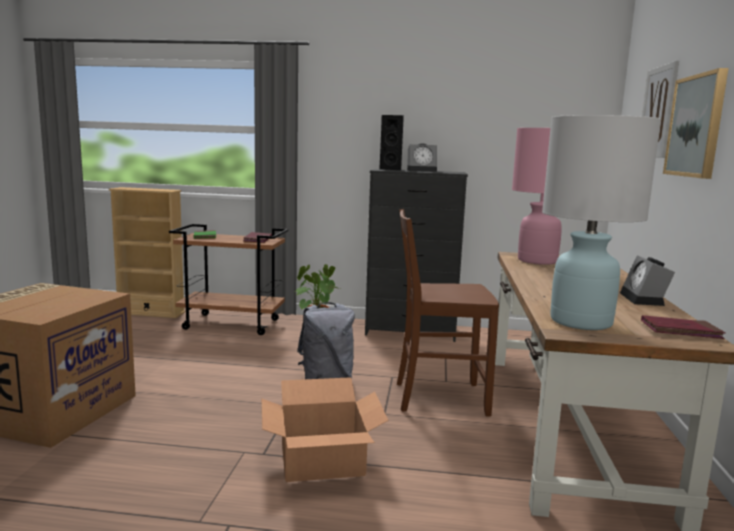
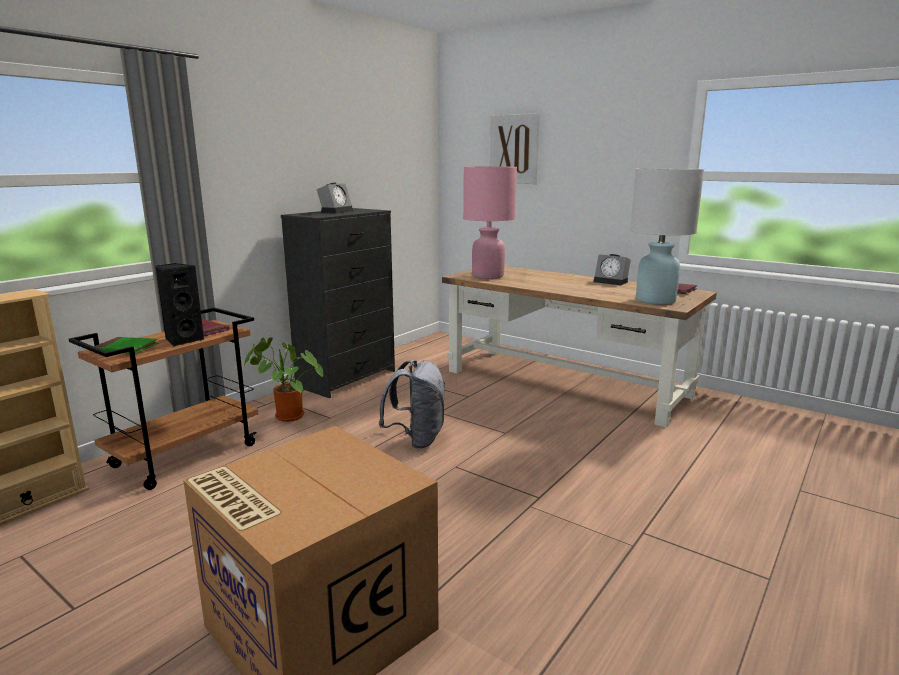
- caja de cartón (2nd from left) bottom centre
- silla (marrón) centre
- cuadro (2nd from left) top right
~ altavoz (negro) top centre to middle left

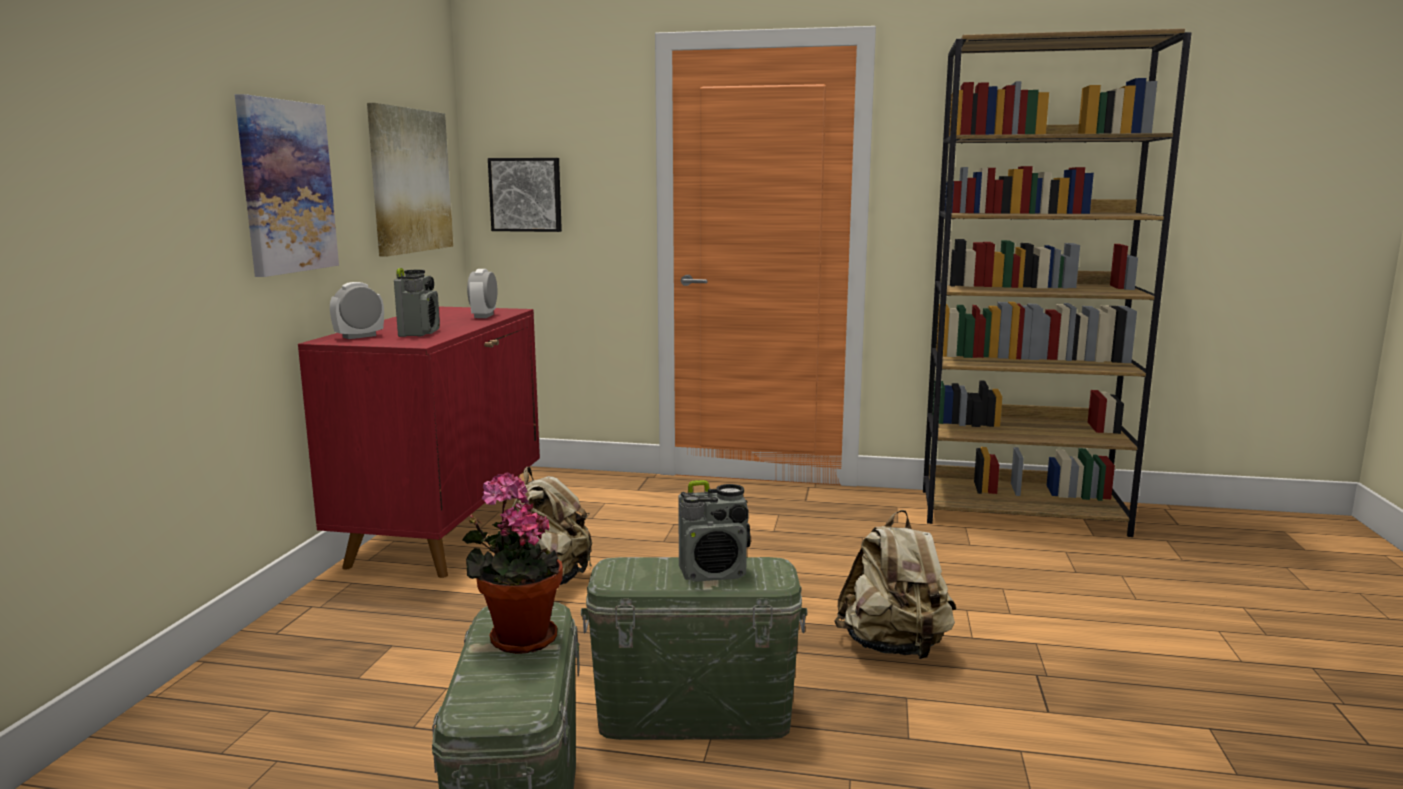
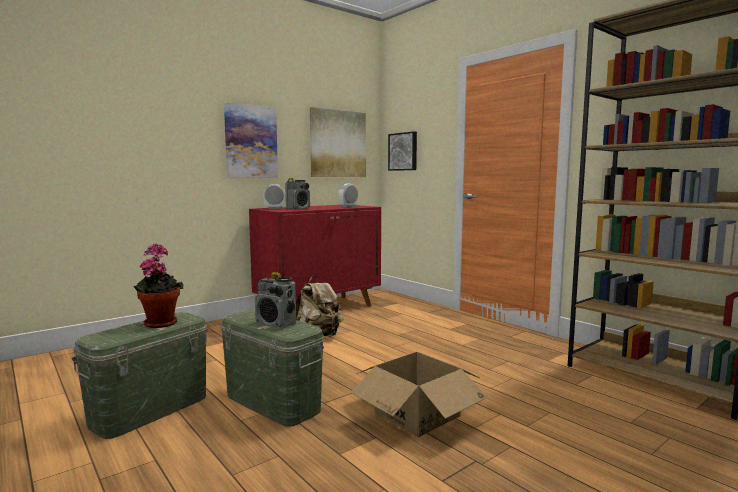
~ mochila (beis) (2nd from left) bottom centre to caja de cartón bottom centre

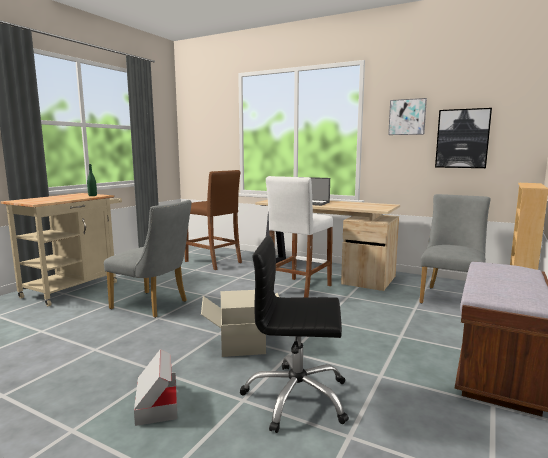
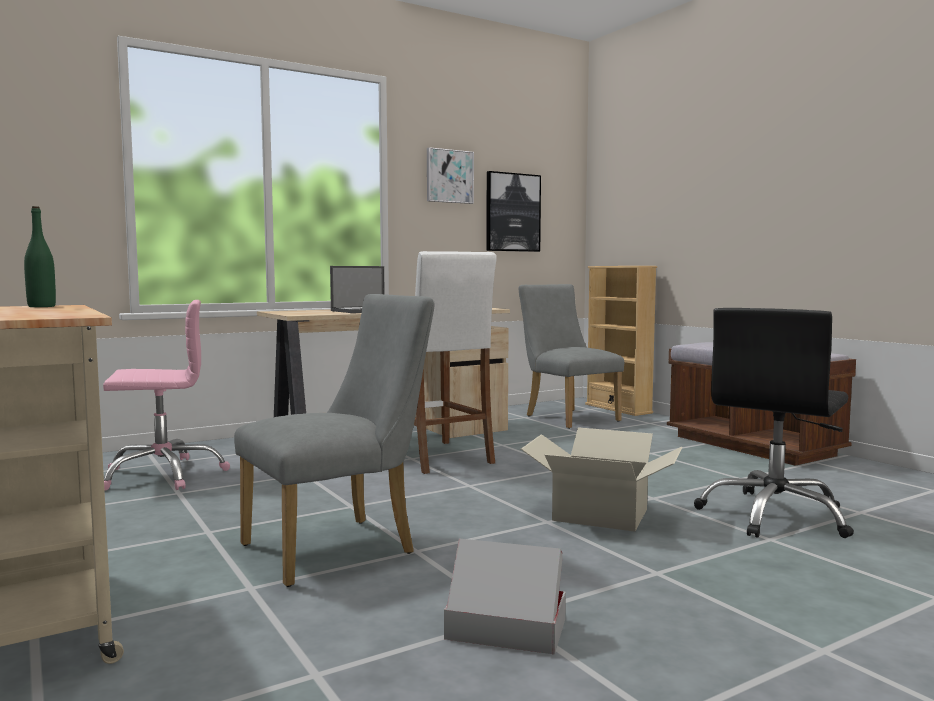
~ caja de cartón (1st from left) bottom left to bottom centre
~ taburete (marrón) centre to silla de oficina (rosa) middle left

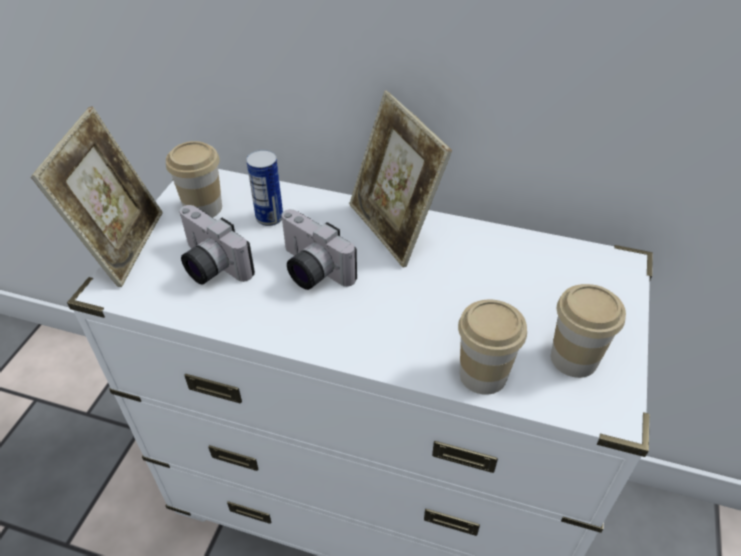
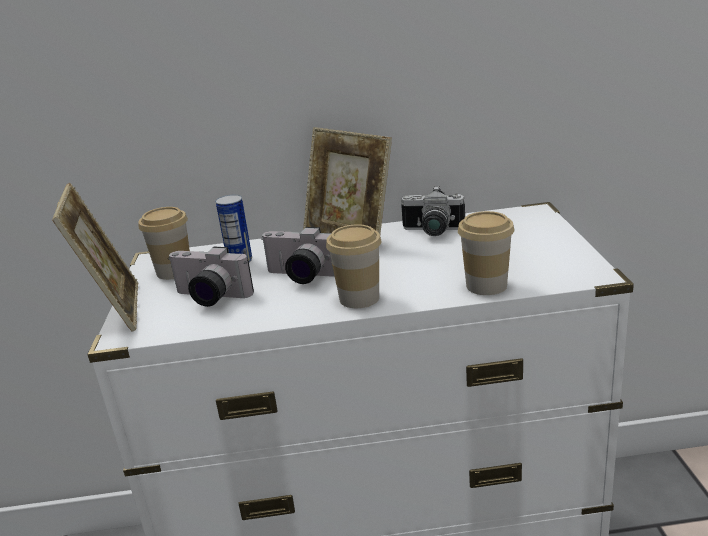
+ cámara (3rd from left) centre
~ taza (3rd from left in the first image) middle right to taza (2nd from left) centre

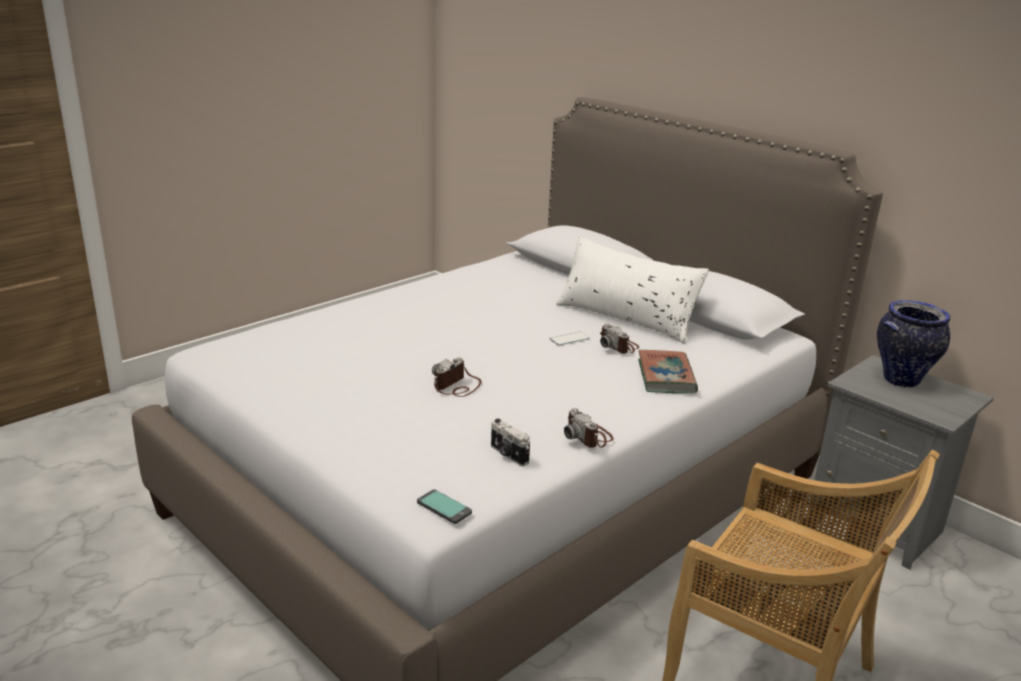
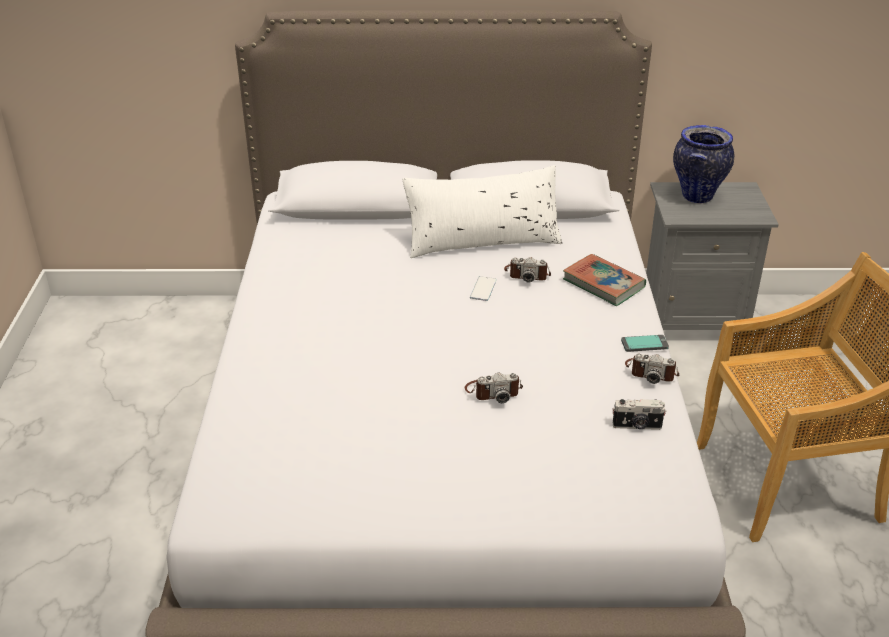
~ móvil (1st from left in the first image) bottom centre to móvil (2nd from left) middle right
~ cámara (1st from left) centre = centre 90 degrees counterclockwise

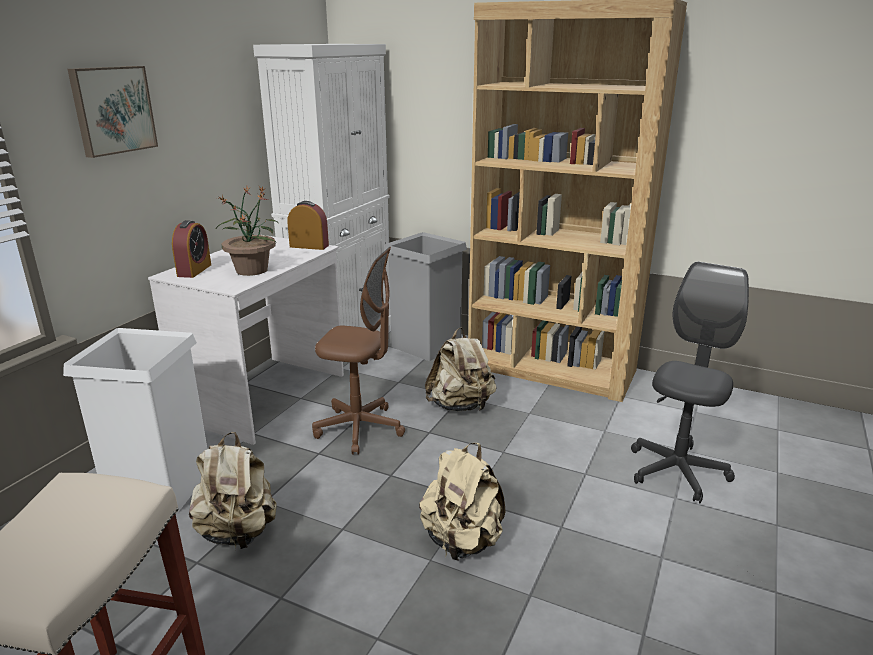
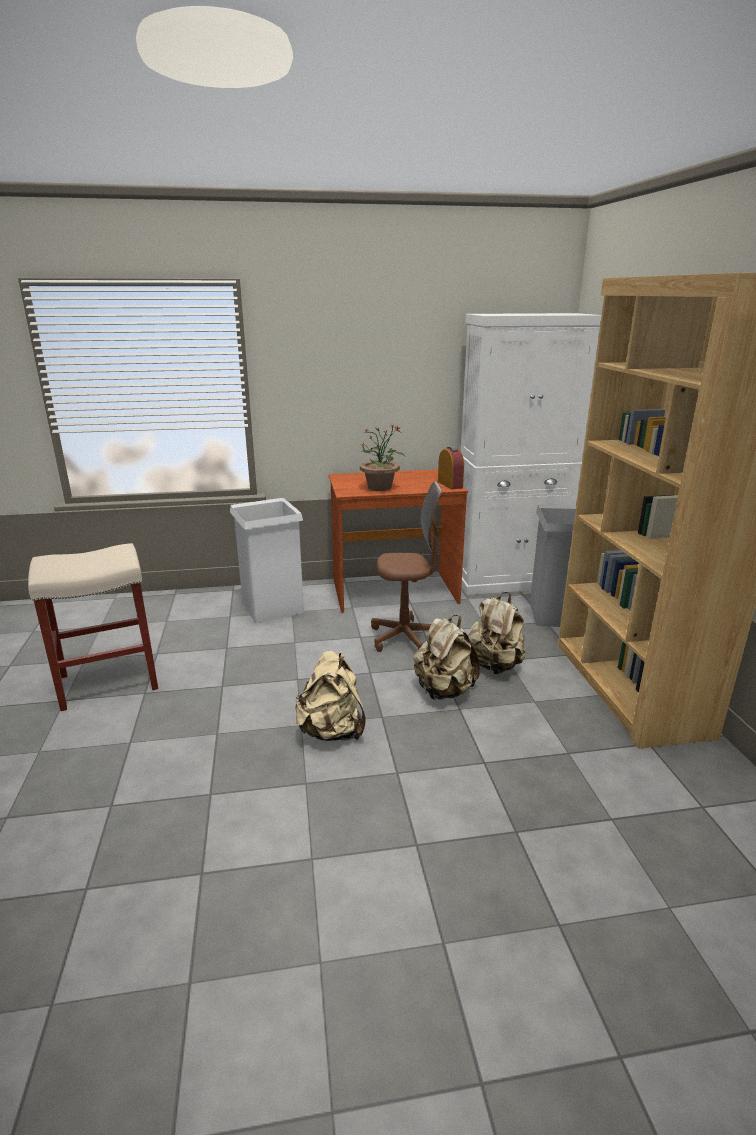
- cuadro top left
- despertador (1st from left) middle left
- silla de oficina (gris) middle right
~ mochila (beis) (1st from left in the first image) bottom left to mochila (beis) (2nd from left) centre
~ escritorio (blanco) middle left to escritorio (marrón) centre
~ silla de oficina (marrón) centre = centre 75 degrees counterclockwise

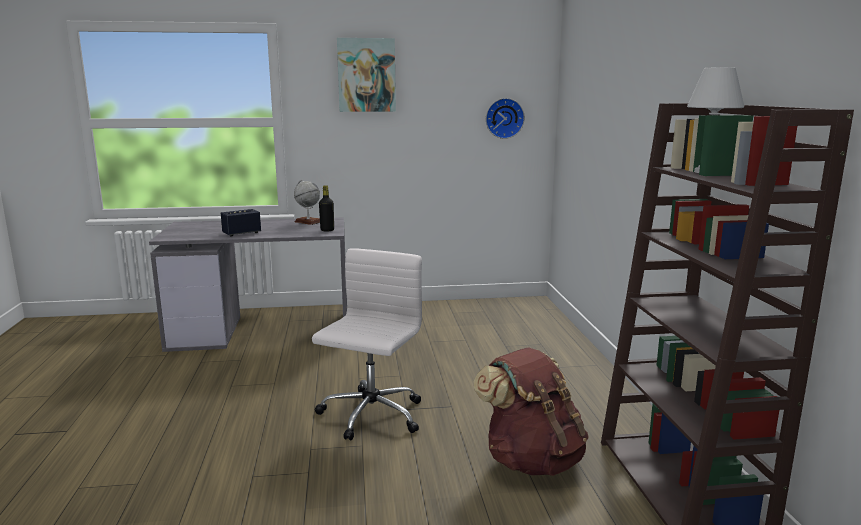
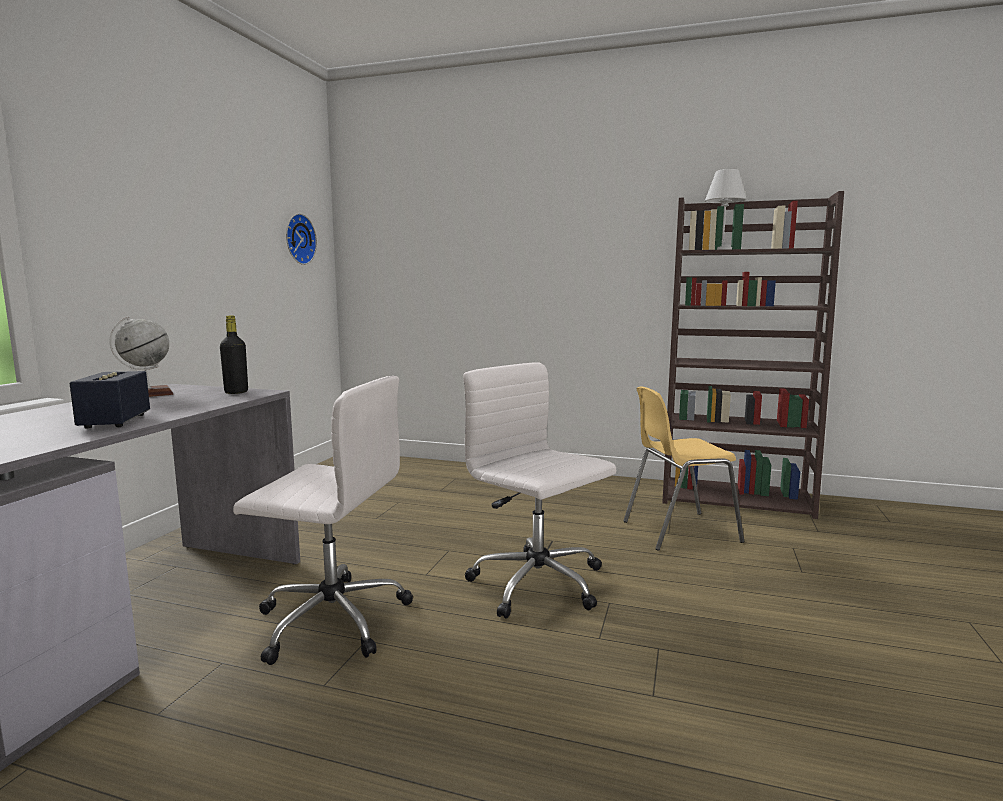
- cuadro top centre
+ silla de oficina (blanco) (1st from left) middle left
~ mochila (marrón) bottom centre to silla (amarillo) middle right

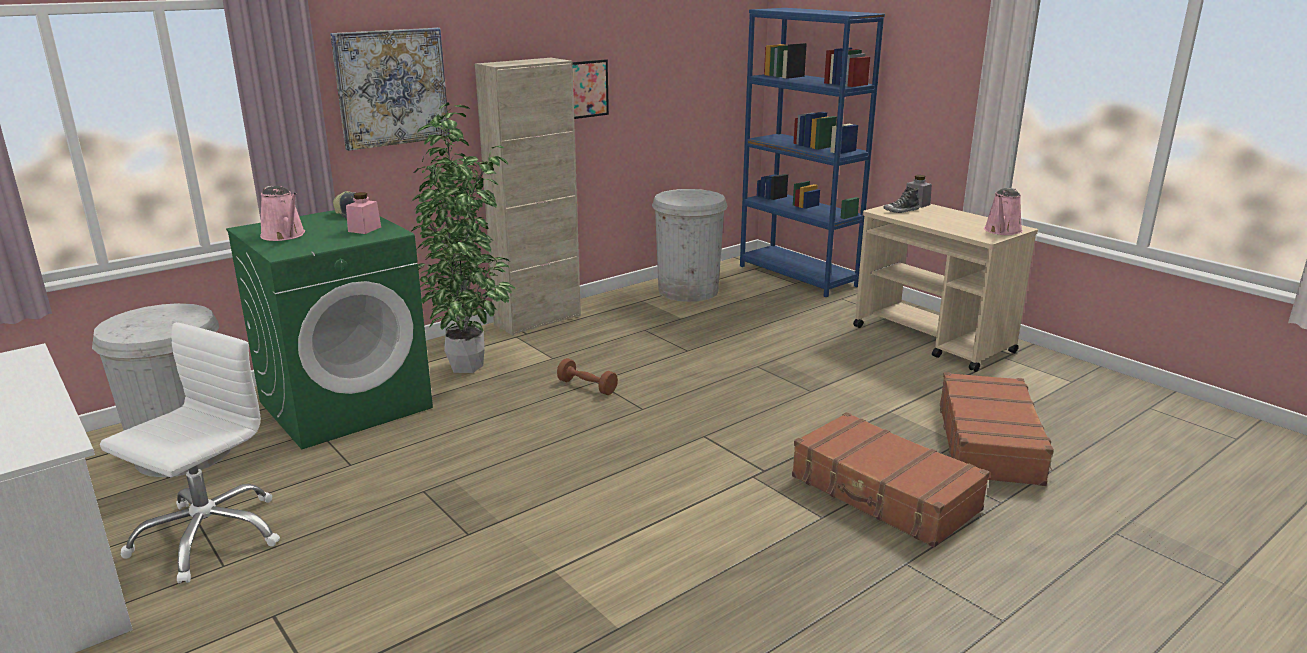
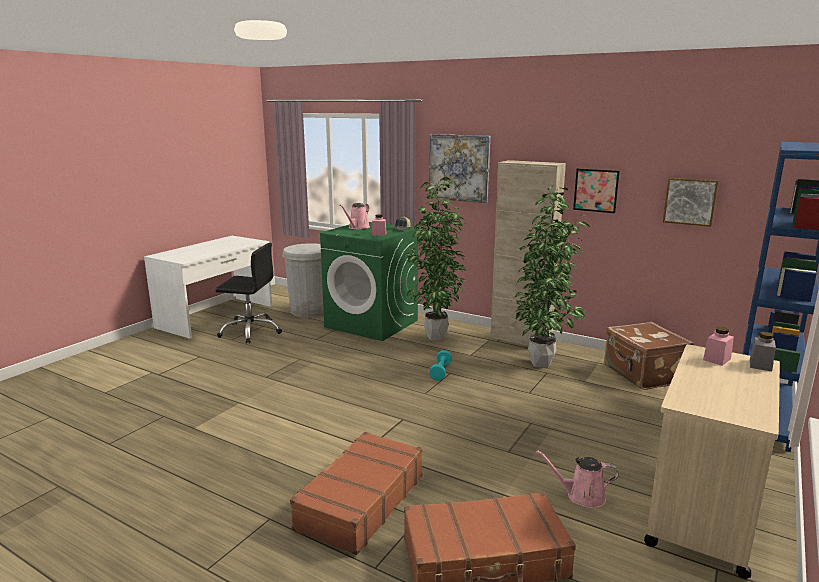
+ planta en maceta (2nd from left) middle right
+ cuadro (3rd from left) middle right
~ regadera (rosa) (2nd from left) top right to bottom right
~ papelera (blanco) (2nd from left) centre to maleta (marrón) (3rd from left) middle right
~ zapato top right to tarro (rosa) (2nd from left) middle right
~ silla de oficina (blanco) bottom left to silla de oficina (negro) middle left
~ mancuerna (marrón) centre to mancuerna (turquesa) centre

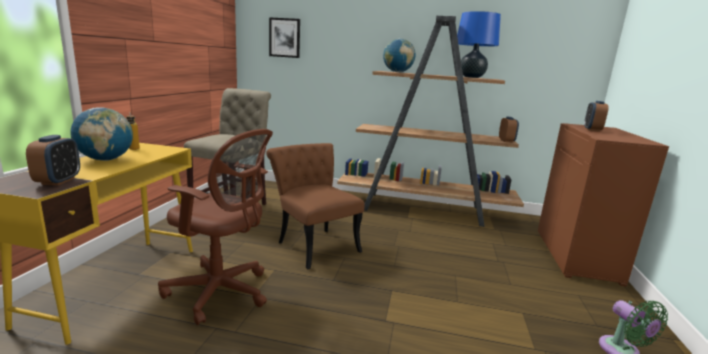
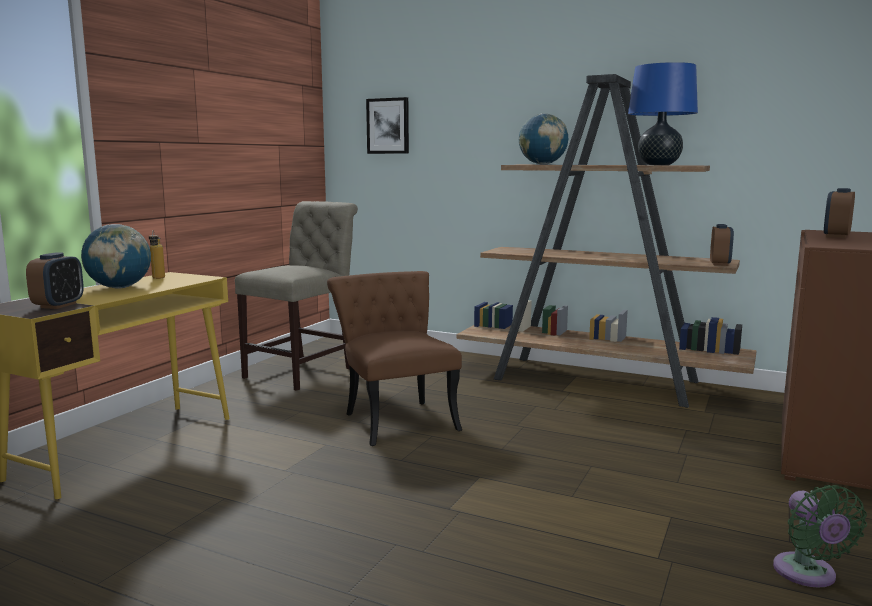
- silla de oficina (marrón) middle left

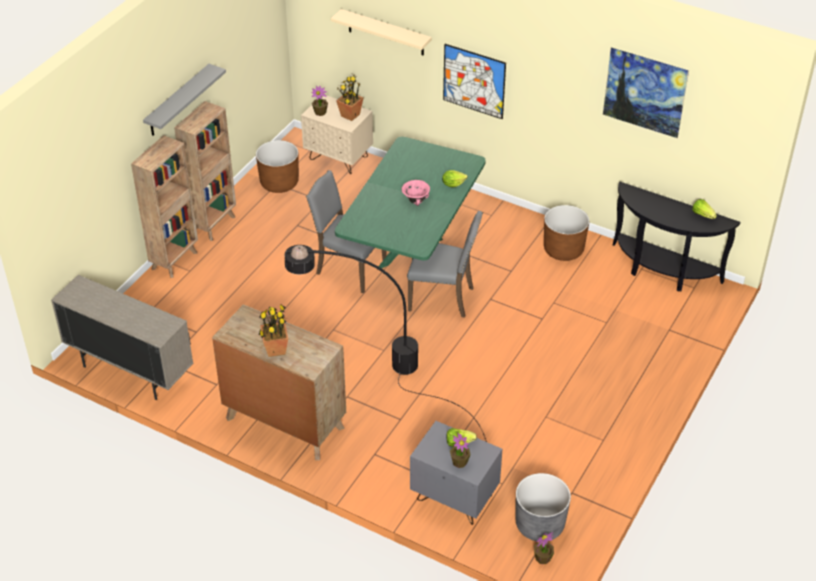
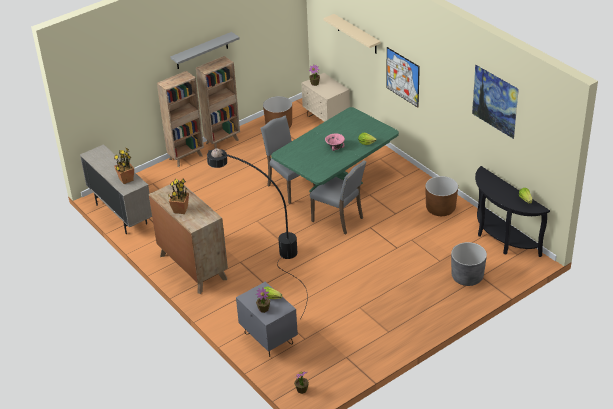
~ planta en maceta (3rd from left in the first image) top centre to planta en maceta (1st from left) middle left
~ maceta (gris) bottom centre to middle right

